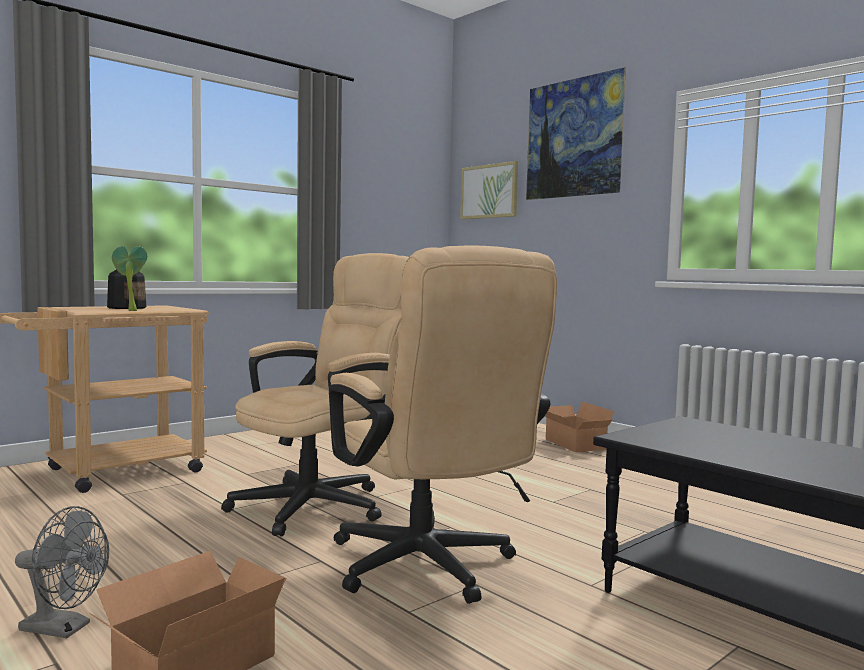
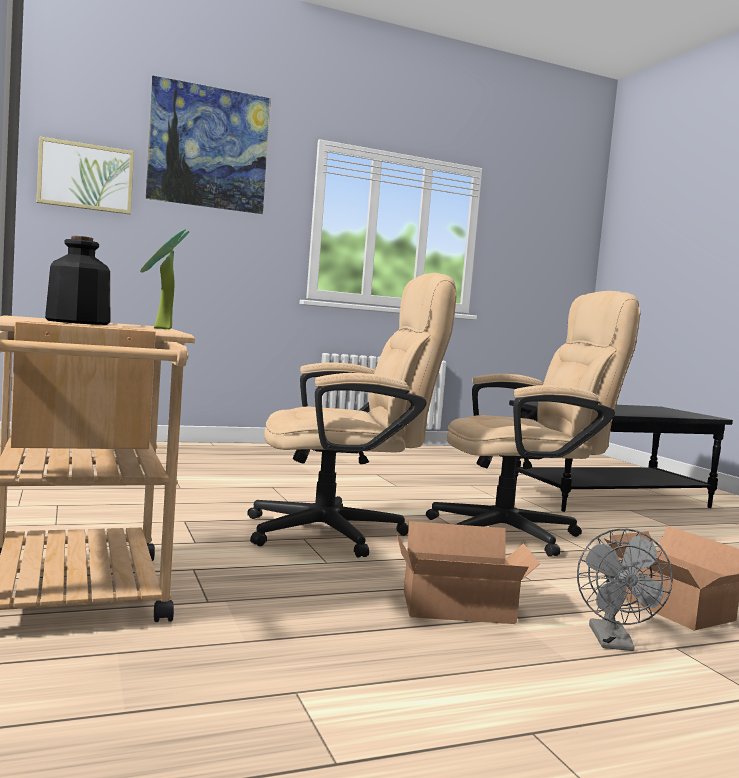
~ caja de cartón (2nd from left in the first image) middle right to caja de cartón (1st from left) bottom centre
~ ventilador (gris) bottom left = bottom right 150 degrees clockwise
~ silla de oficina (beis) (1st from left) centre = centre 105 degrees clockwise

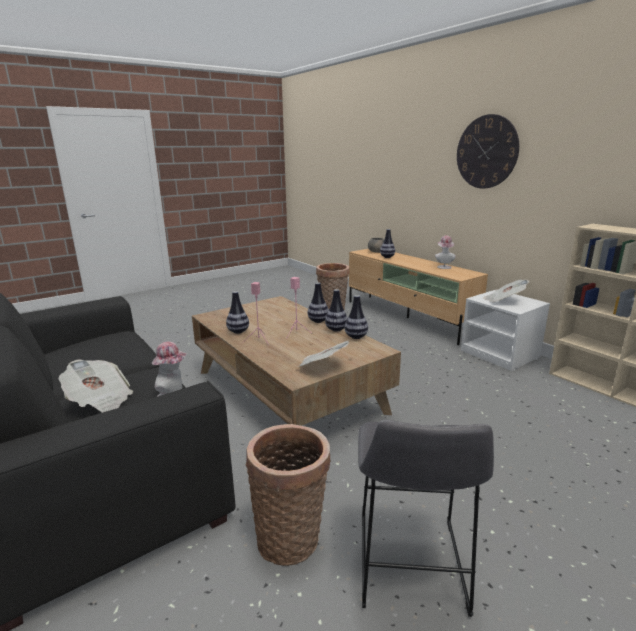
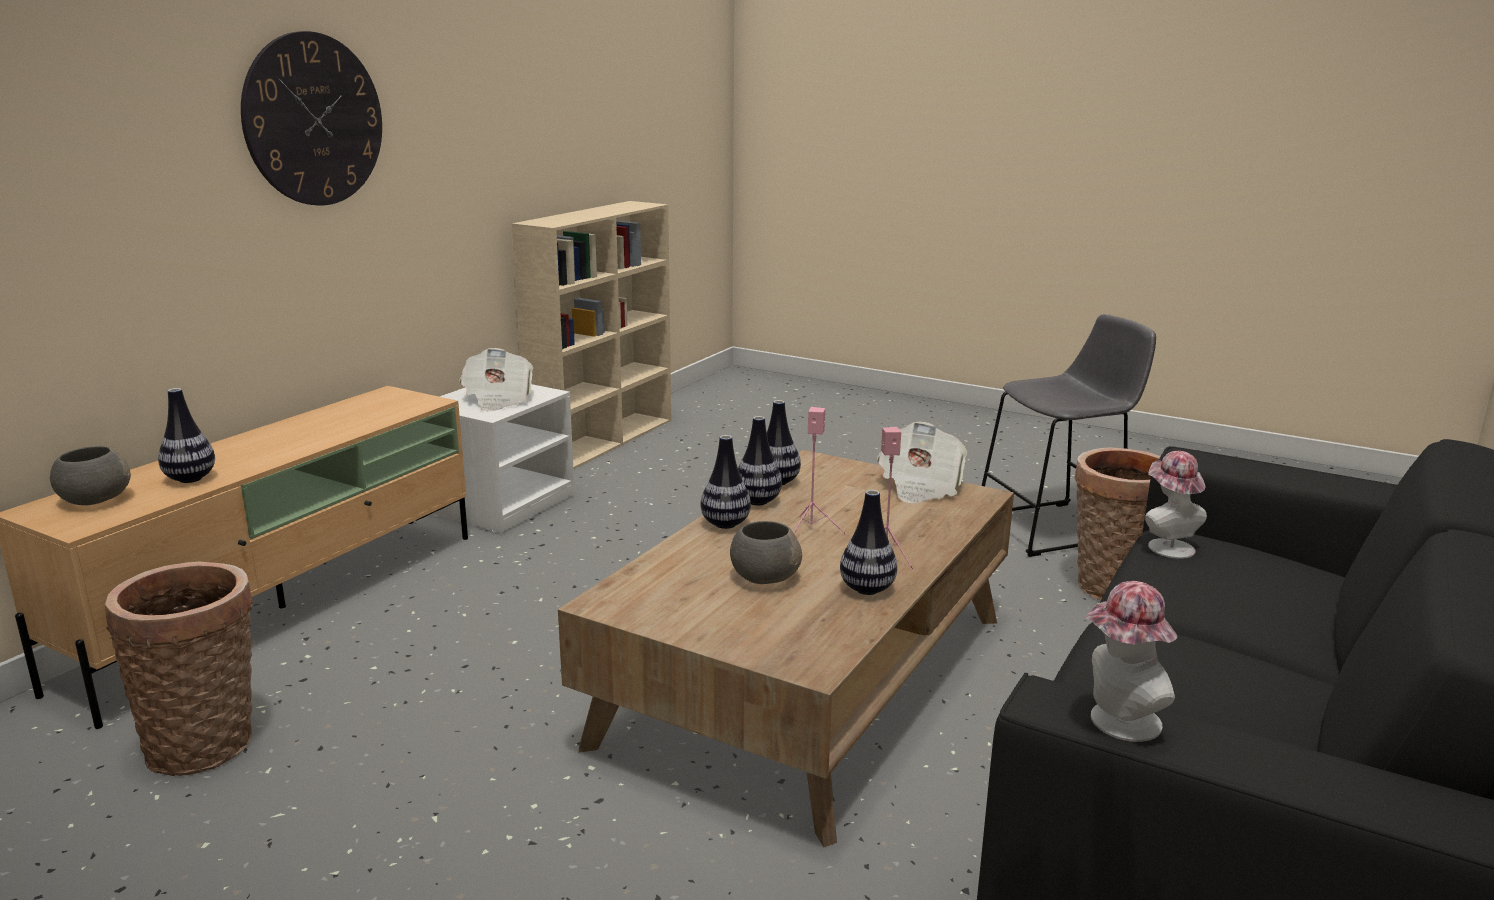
- periódico (1st from left) middle left
+ cuenco (gris) (2nd from left) centre
~ sombrero (2nd from left in the first image) middle right to sombrero (1st from left) bottom right

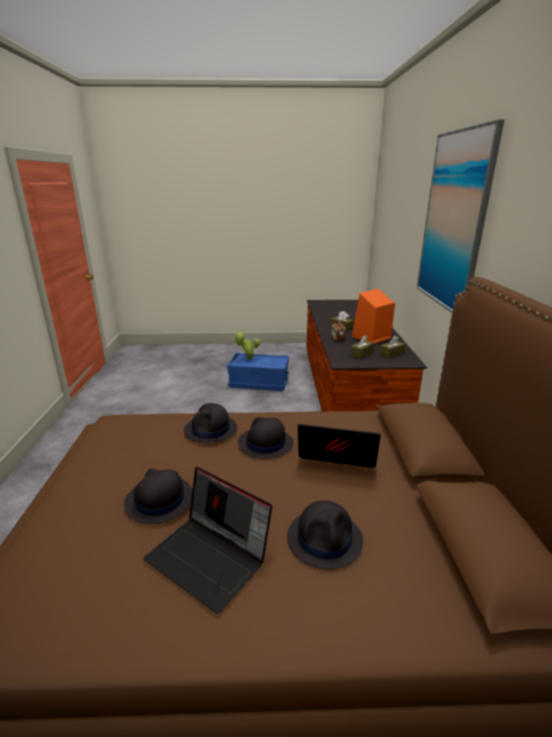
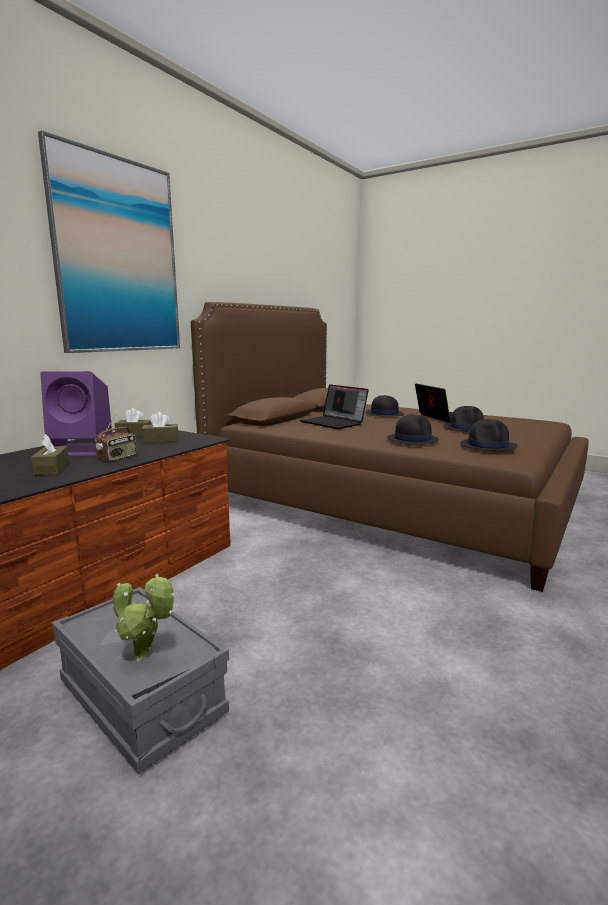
~ sombrero (negro) (3rd from left in the first image) centre to sombrero (negro) (4th from left) middle right
~ caja de almacenaje (azul) centre to caja de almacenaje (gris) bottom left
~ altavoz (naranja) middle right to altavoz (morado) middle left

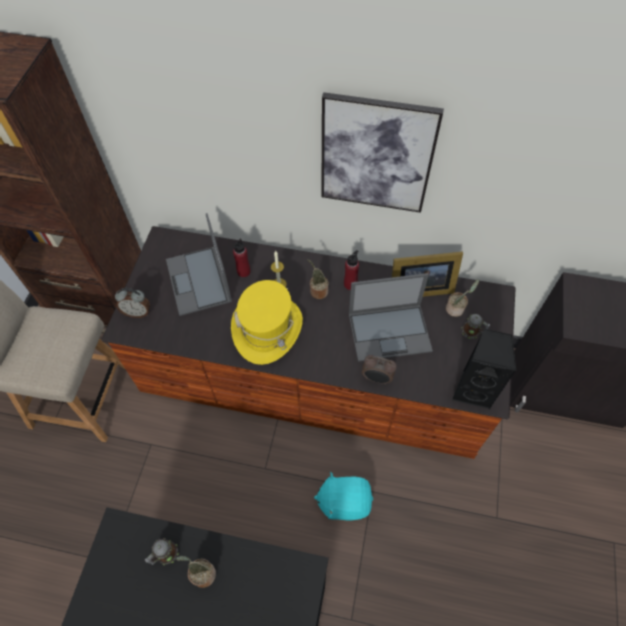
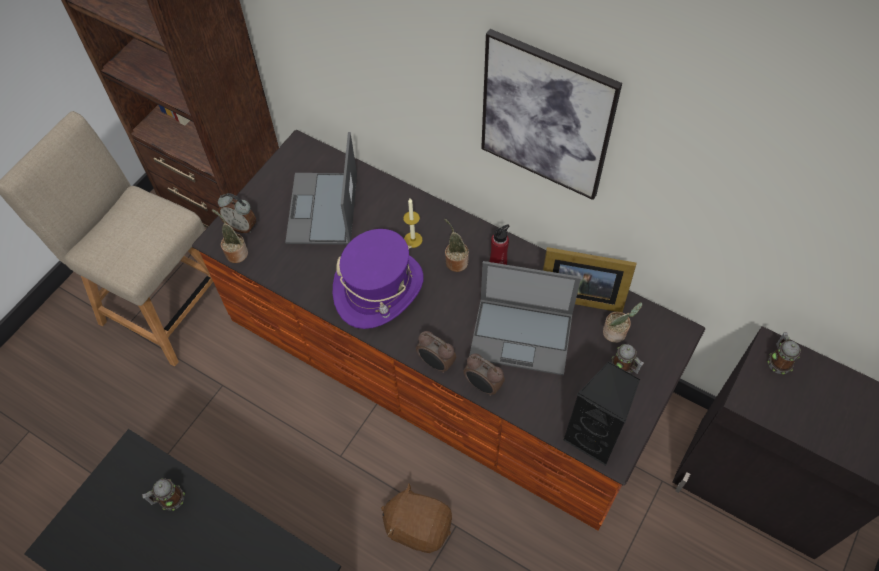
- botella (rojo) (1st from left) centre
+ despertador (2nd from left) centre
+ taza grande (3rd from left) middle right
~ planta en maceta (1st from left) bottom left to middle left
~ sombrero (amarillo) centre to sombrero (morado) centre
~ peluche (turquesa) bottom centre to peluche (marrón) bottom centre

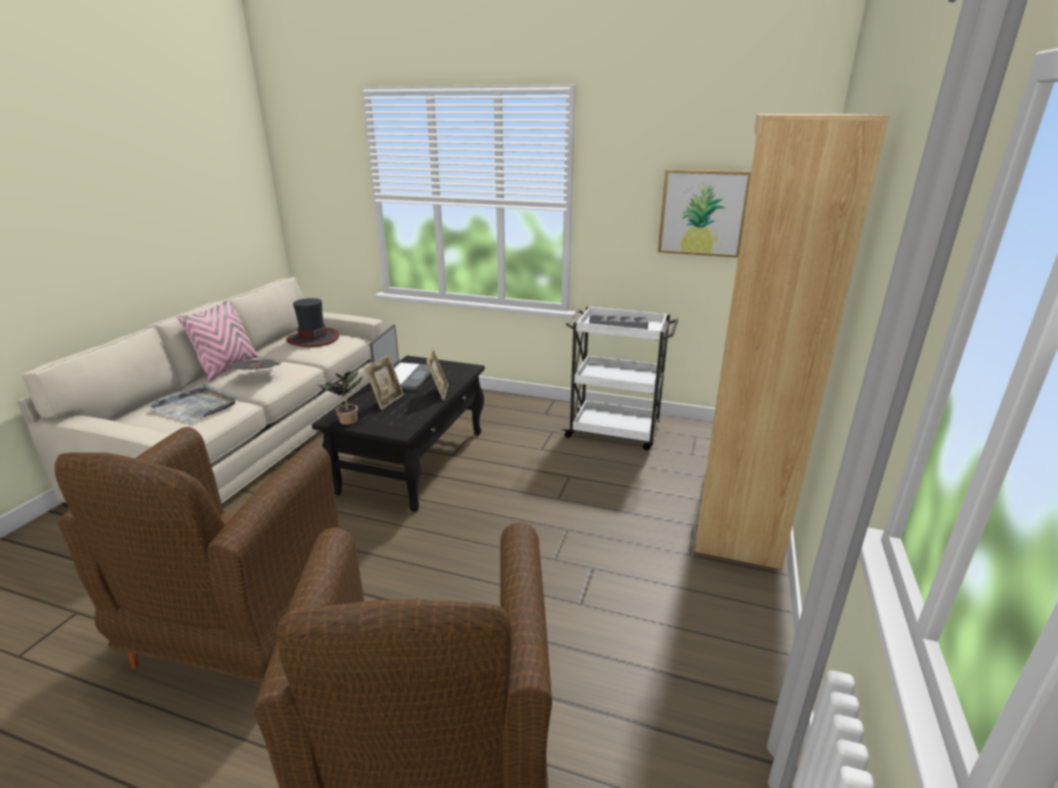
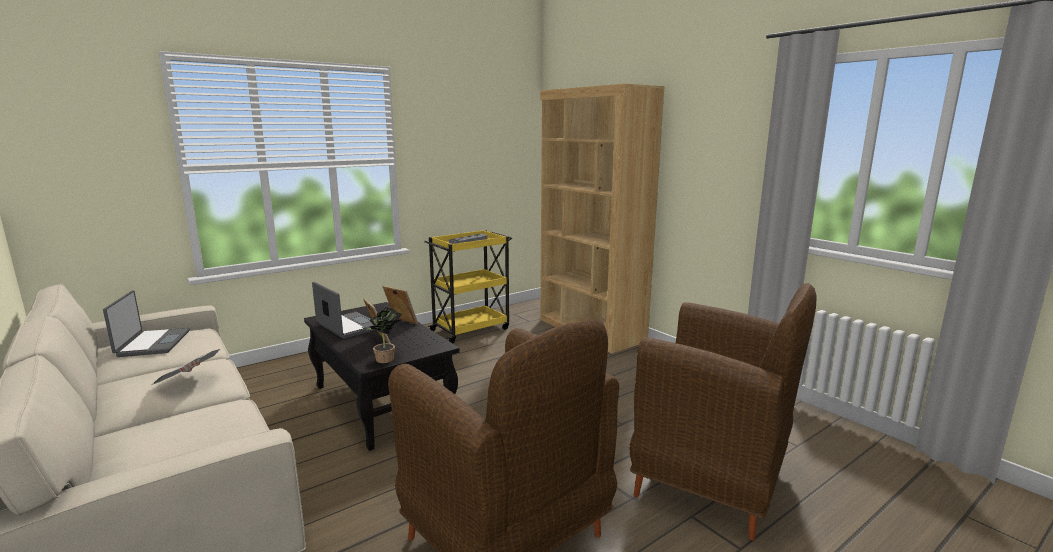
- bandeja (gris) (1st from left) middle left
- cojín (rosa) middle left
- cuadro top centre
~ sombrero middle left to portátil (1st from left) middle left
~ carrito (blanco) centre to carrito (amarillo) centre

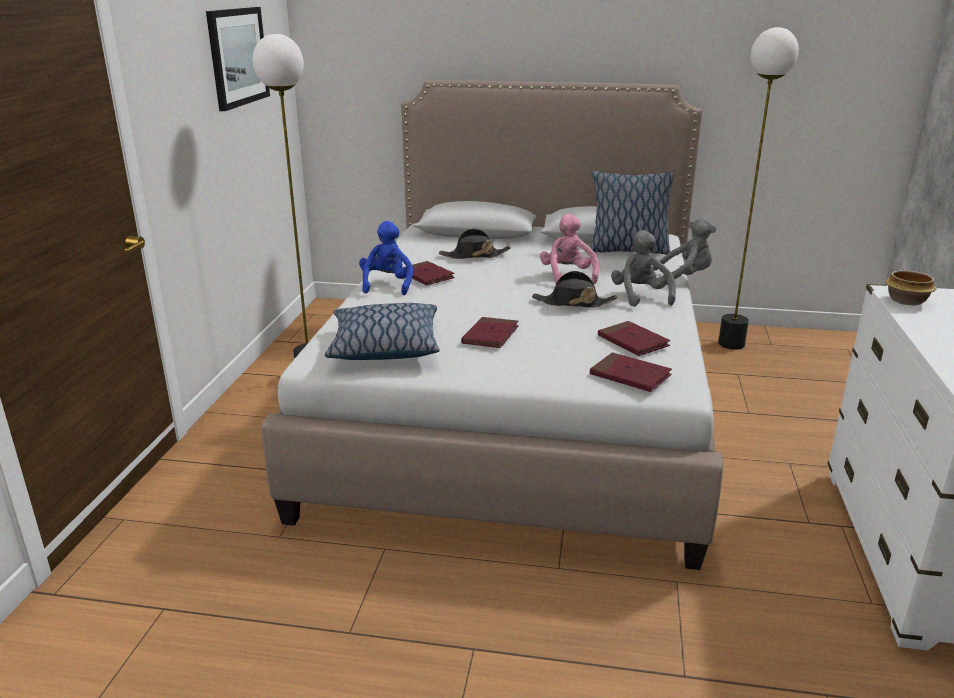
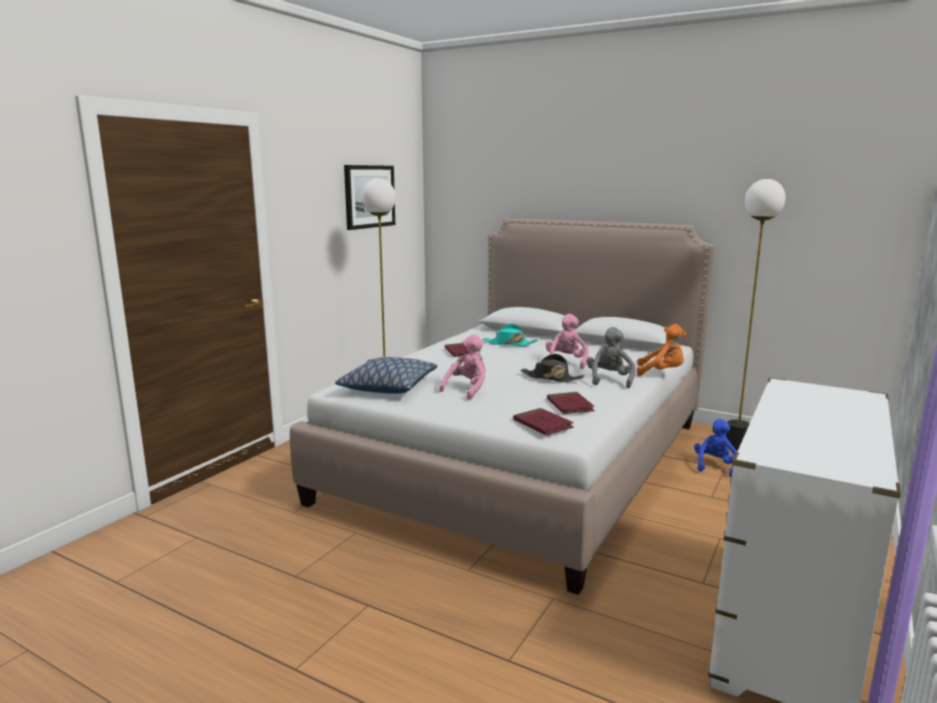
- cojín (2nd from left) top centre
- cuenco middle right
~ peluche (azul) centre to middle right
~ libro (rojo) (2nd from left) centre to peluche (rosa) (1st from left) centre
~ sombrero (negro) (1st from left) centre to sombrero (turquesa) centre
~ peluche (gris) (2nd from left) middle right to peluche (naranja) middle right

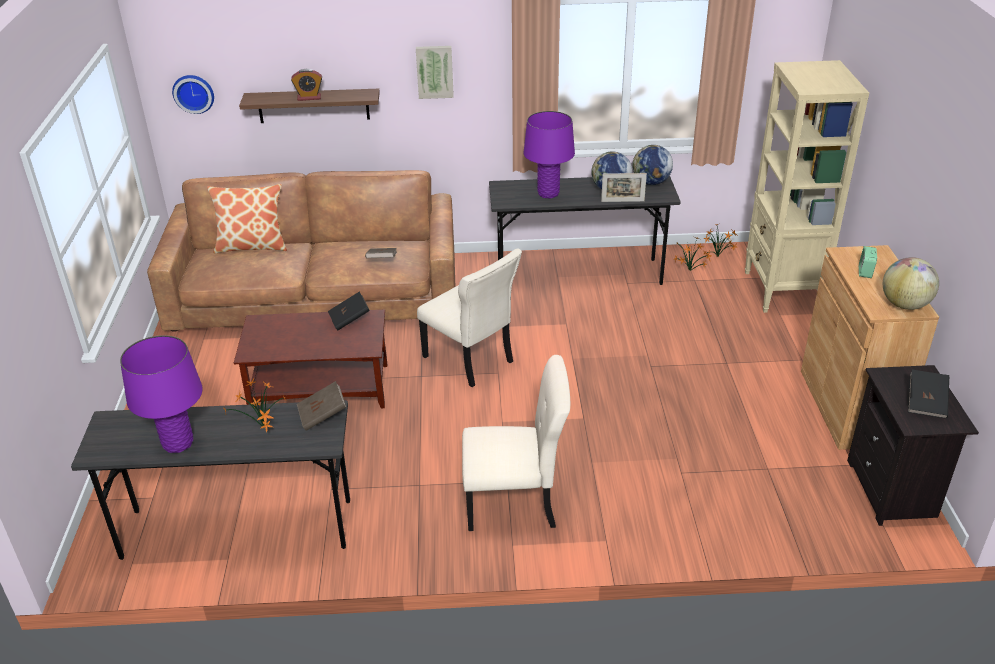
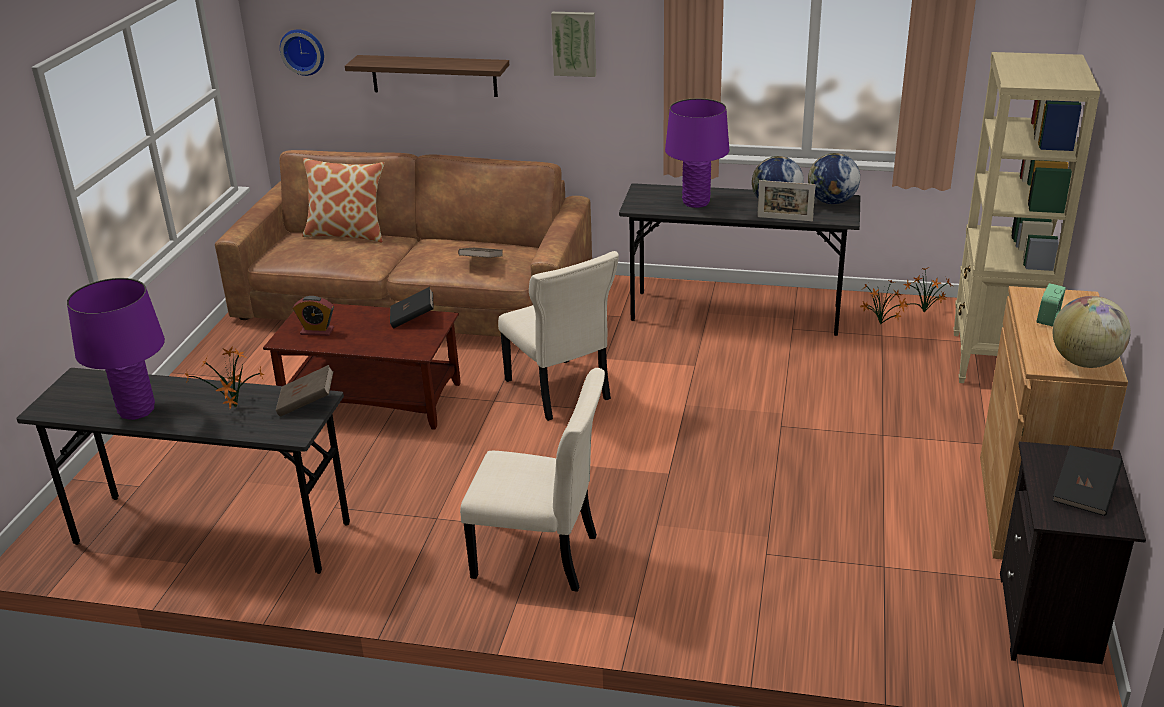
~ despertador (1st from left) top left to middle left

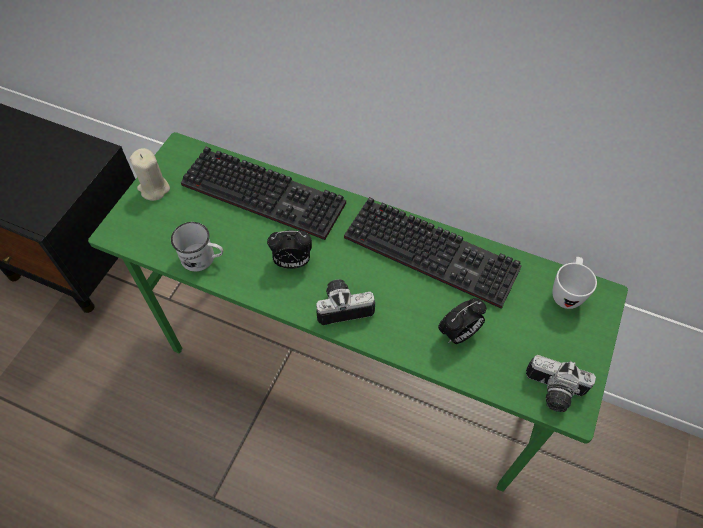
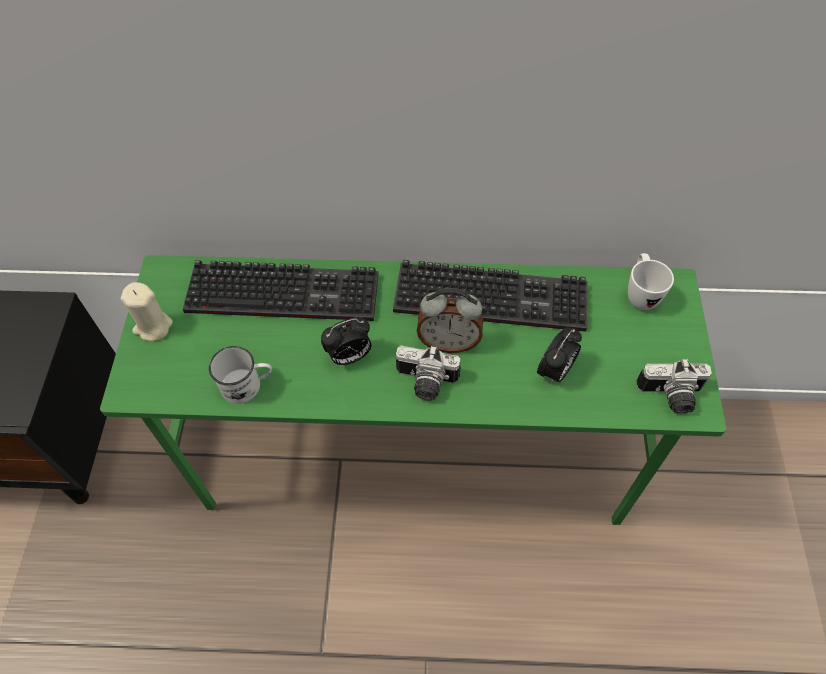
+ despertador (2nd from left) centre
~ cámara (1st from left) centre = centre 135 degrees counterclockwise

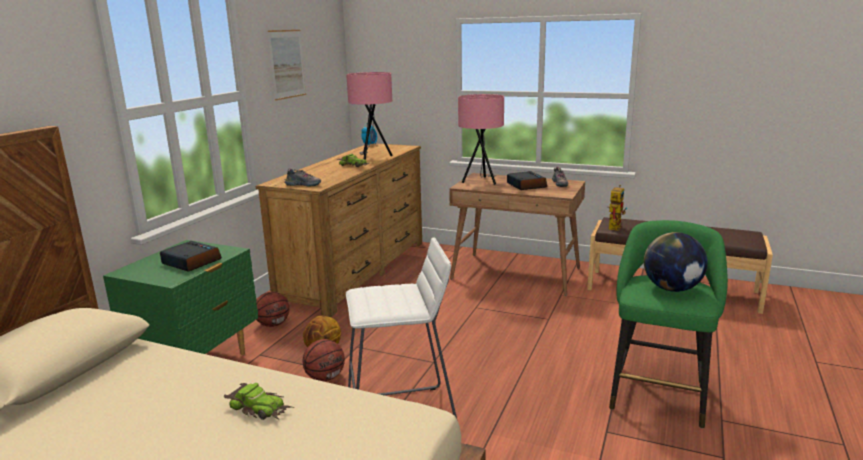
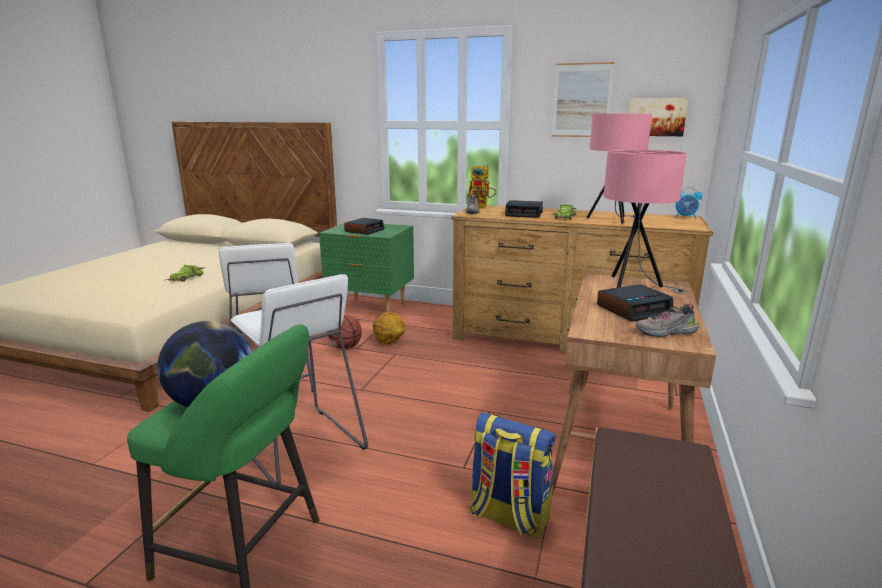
- balón de baloncesto (1st from left) bottom left
+ taburete (blanco) (2nd from left) centre
+ mochila bottom centre
+ despertador (2nd from left) centre
+ cuadro (2nd from left) top right
~ robot de juguete middle right to top centre

